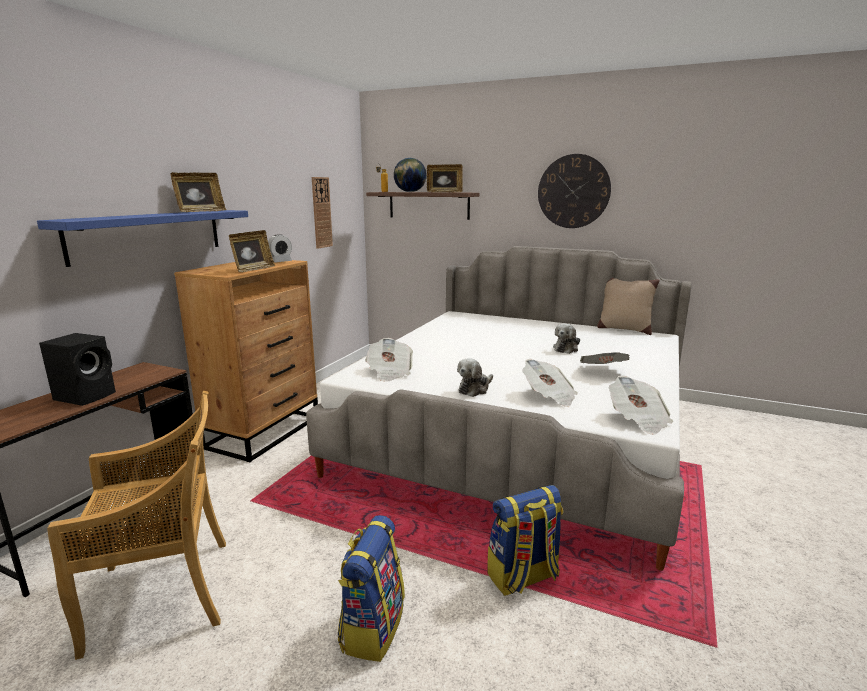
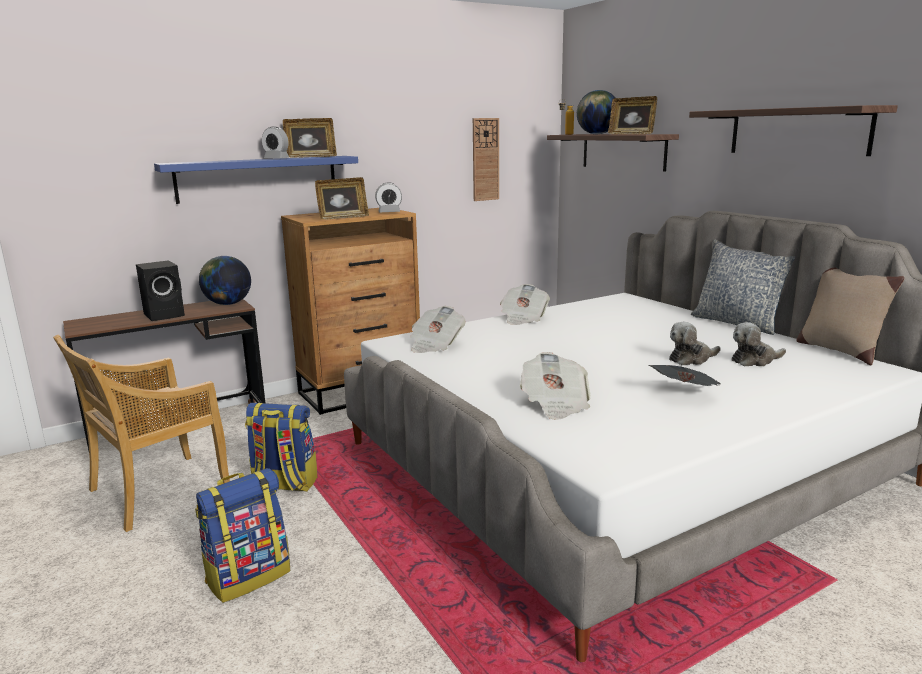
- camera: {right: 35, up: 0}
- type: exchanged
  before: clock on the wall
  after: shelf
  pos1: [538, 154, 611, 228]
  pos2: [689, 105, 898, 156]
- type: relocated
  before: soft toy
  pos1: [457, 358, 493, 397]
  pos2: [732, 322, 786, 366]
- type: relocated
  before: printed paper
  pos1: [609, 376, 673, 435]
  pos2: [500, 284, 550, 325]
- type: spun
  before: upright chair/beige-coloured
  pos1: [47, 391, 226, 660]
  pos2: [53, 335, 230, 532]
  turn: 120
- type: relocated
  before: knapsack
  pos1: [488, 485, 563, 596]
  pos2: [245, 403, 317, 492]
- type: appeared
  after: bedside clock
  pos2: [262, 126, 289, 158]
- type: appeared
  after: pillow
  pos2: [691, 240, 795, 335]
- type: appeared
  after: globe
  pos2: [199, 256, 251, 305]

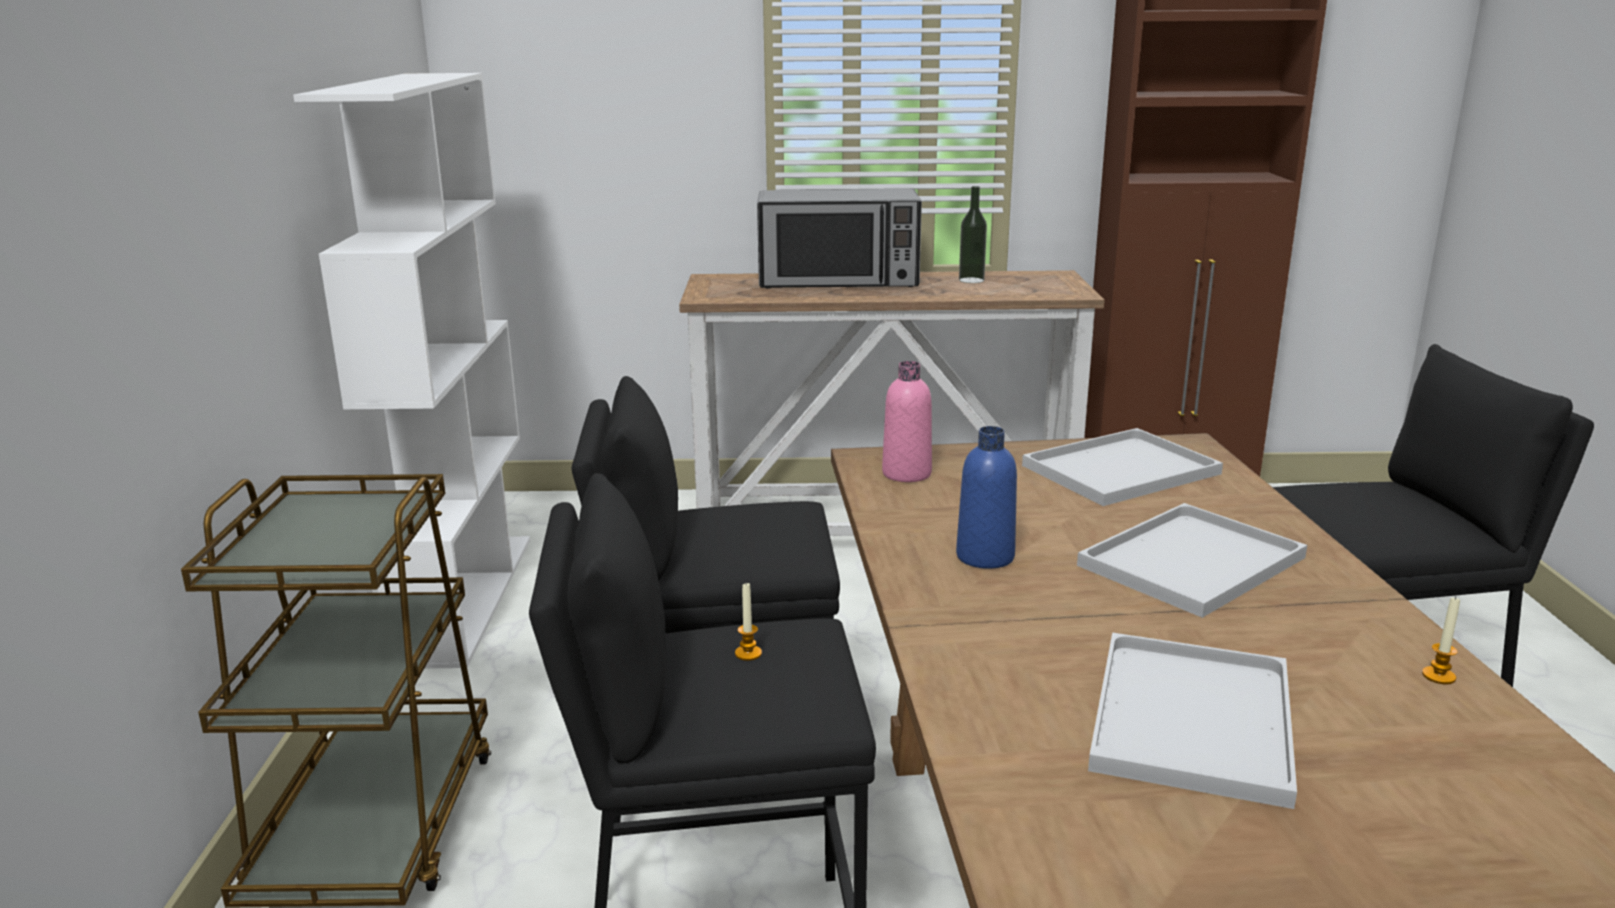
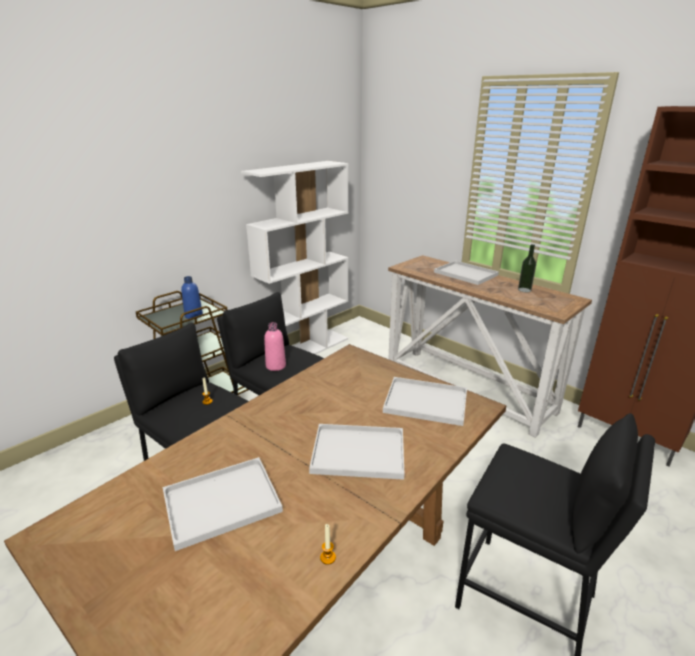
- camera: {right: 45, up: 5}
- type: exchanged
  before: kitchen microwave
  after: tray/whitish
  pos1: [757, 189, 922, 288]
  pos2: [434, 260, 499, 285]
- type: relocated
  before: bottle/pink
  pos1: [882, 361, 932, 482]
  pos2: [264, 322, 286, 371]
- type: relocated
  before: bottle/bluish
  pos1: [956, 426, 1017, 569]
  pos2: [181, 276, 203, 319]

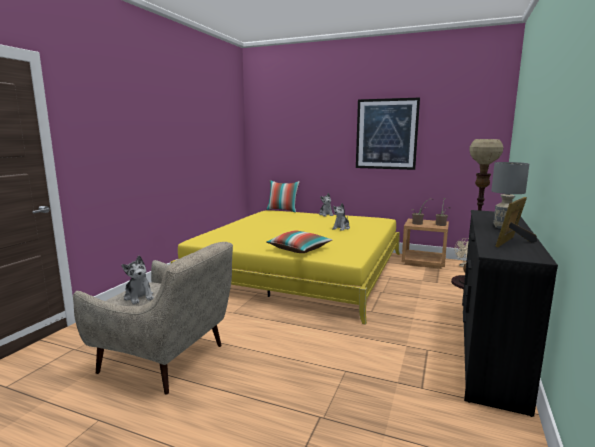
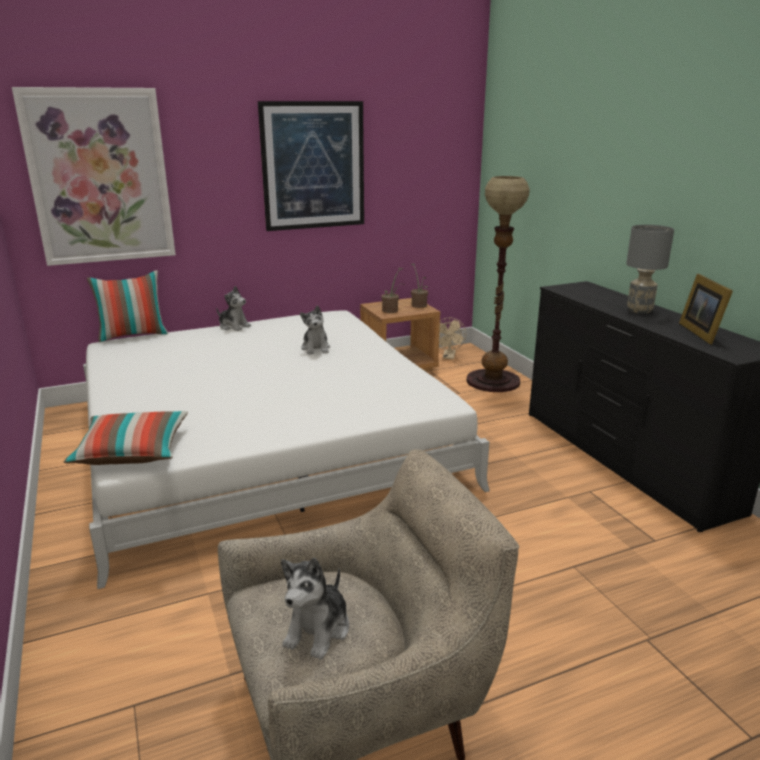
- camera: {right: -45, up: 10}
- type: colour
  before: sleeping bed/yellow
  after: sleeping bed/whitish
  pos1: [171, 210, 400, 325]
  pos2: [83, 310, 490, 589]
- type: relocated
  before: pillow
  pos1: [267, 230, 332, 253]
  pos2: [64, 411, 188, 465]
- type: spun
  before: soft toy
  pos1: [122, 256, 154, 304]
  pos2: [281, 558, 349, 660]
  turn: 105
- type: appeared
  after: picture
  pos2: [12, 87, 176, 266]

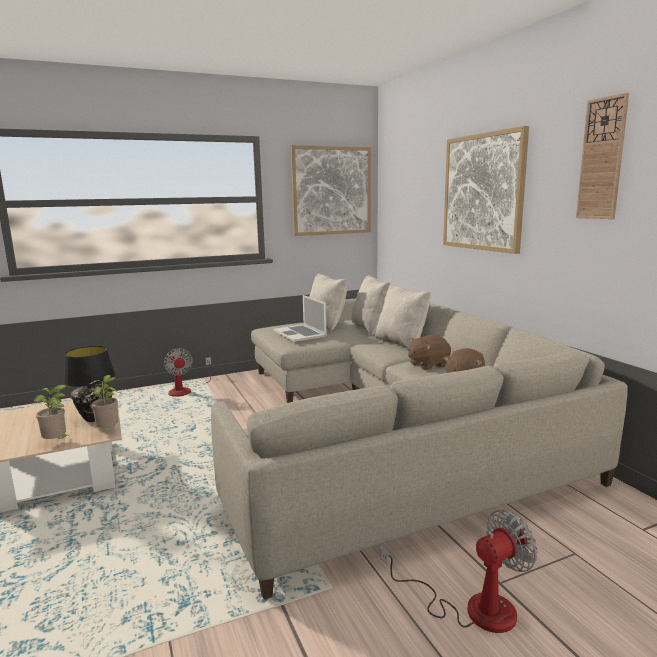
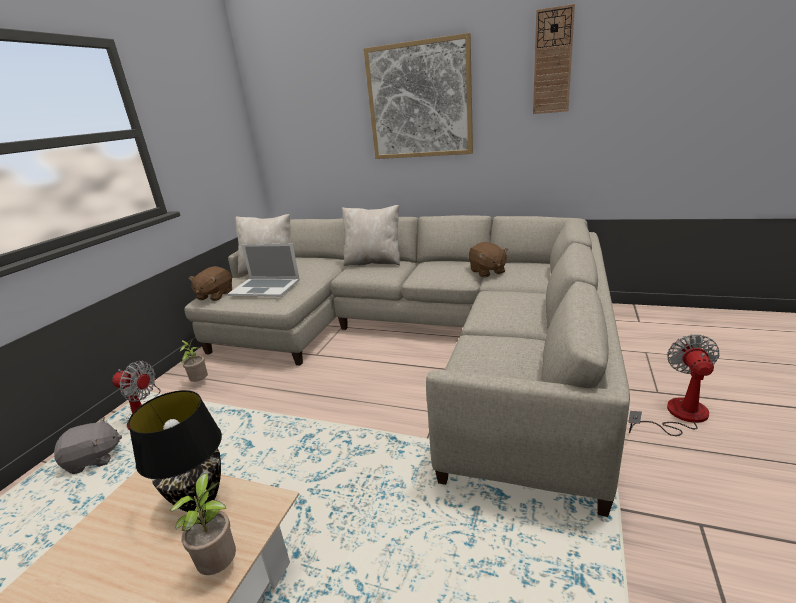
- camera: {right: -45, up: 10}
- type: missing
  before: picture
  pos1: [290, 145, 371, 236]
- type: missing
  before: pillow/beige-coloured
  pos1: [351, 275, 391, 335]
- type: relocated
  before: soft toy/brownish
  pos1: [408, 335, 451, 370]
  pos2: [188, 266, 232, 301]
- type: relocated
  before: plant in a pot
  pos1: [90, 375, 118, 428]
  pos2: [180, 339, 208, 382]
- type: appeared
  after: soft toy/grey
  pos2: [54, 417, 122, 474]

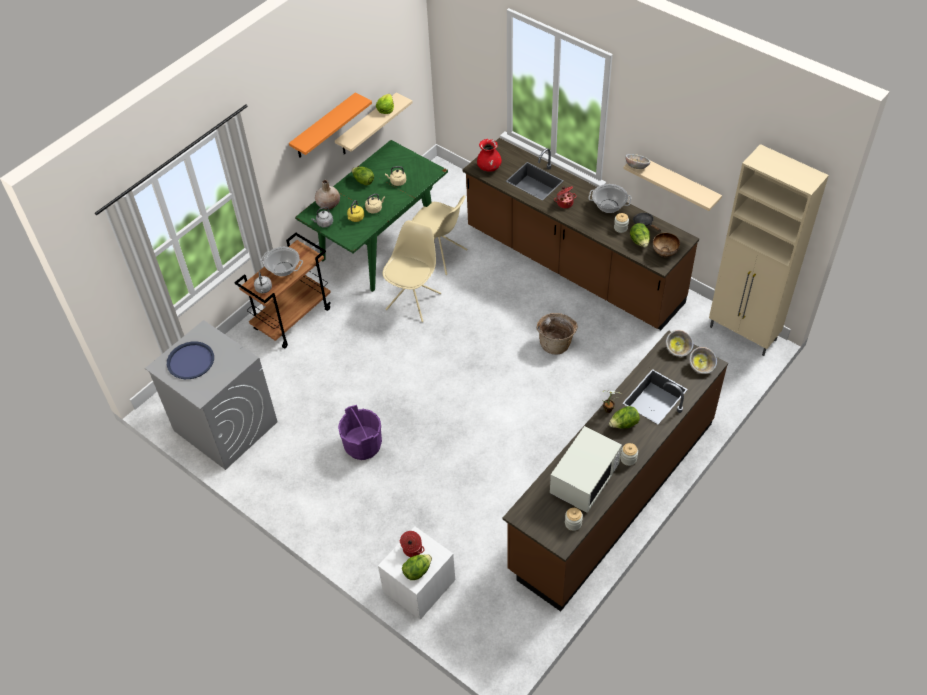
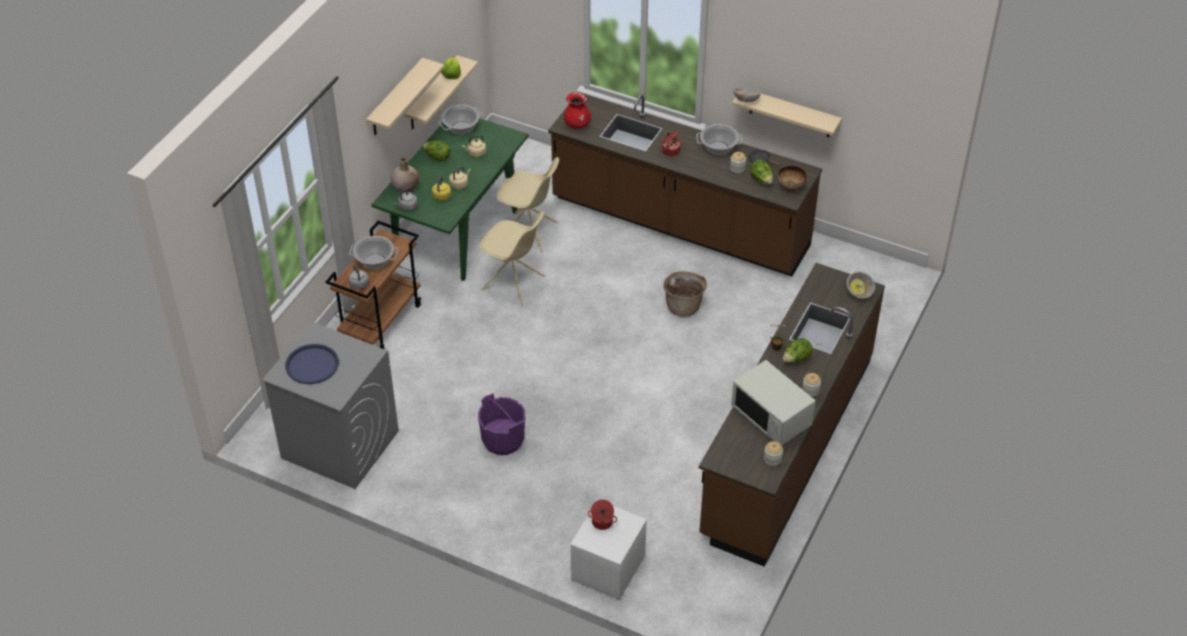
- camera: {right: -15, up: -5}
- type: colour
  before: shelf/orangey
  after: shelf/beige-coloured
  pos1: [289, 92, 372, 158]
  pos2: [366, 58, 444, 135]
- type: missing
  before: cabinet/beige-coloured
  pos1: [709, 144, 829, 356]
- type: spun
  before: upright chair/beige-coloured
  pos1: [383, 220, 441, 322]
  pos2: [479, 211, 545, 306]
  turn: 105
- type: missing
  before: bowl
  pos1: [666, 330, 693, 357]
- type: spun
  before: kitchen microwave/whitish
  pos1: [550, 426, 622, 513]
  pos2: [731, 360, 816, 445]
  turn: 120
- type: missing
  before: head of lettuce
  pos1: [402, 554, 432, 580]
- type: appeared
  after: stockpot
  pos2: [438, 105, 483, 135]

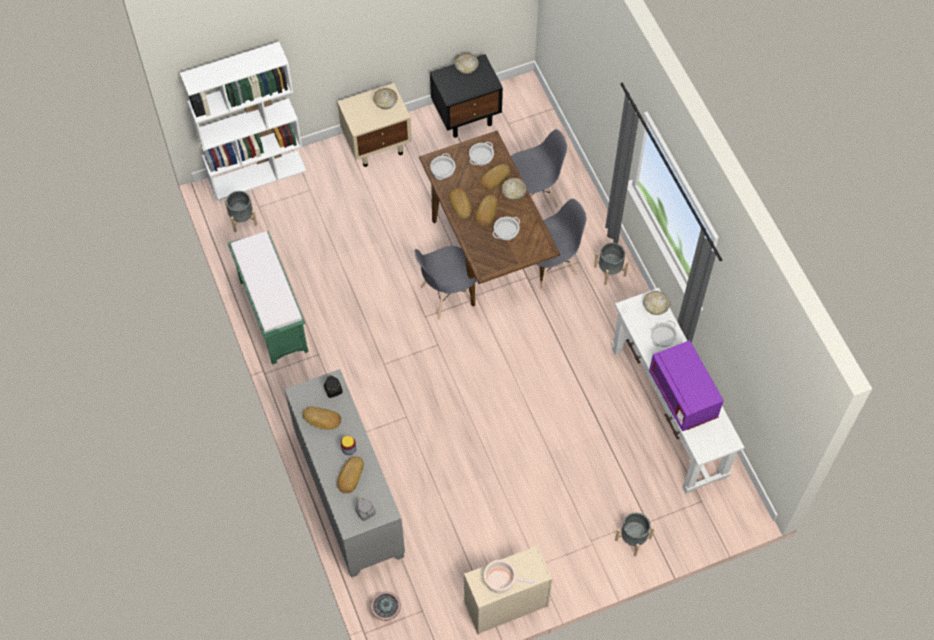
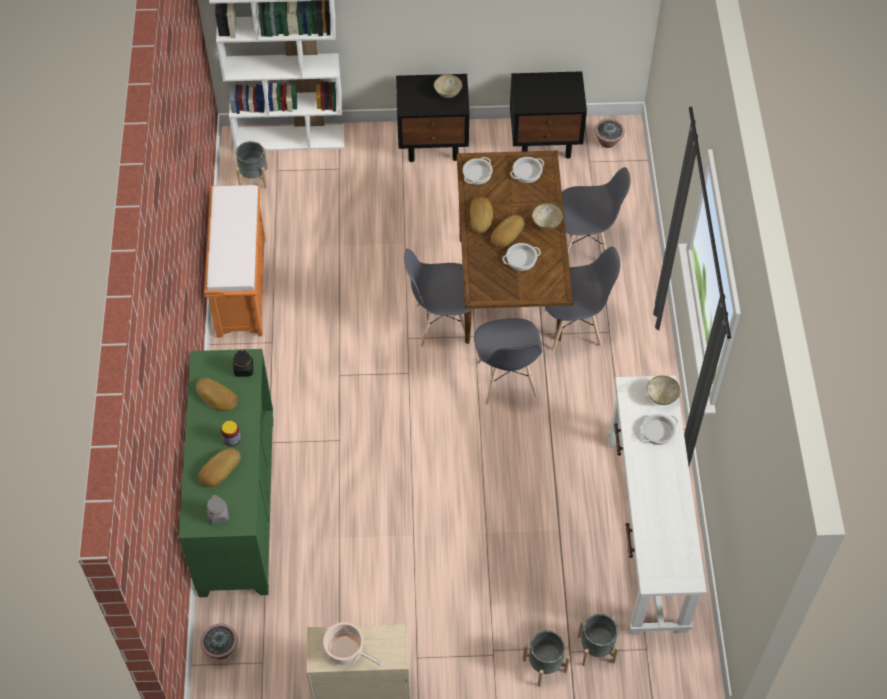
- camera: {right: 20, up: -5}
- type: missing
  before: bowl
  pos1: [454, 53, 479, 74]
- type: colour
  before: night table/beige-coloured
  after: night table/black-coloured
  pos1: [337, 83, 412, 167]
  pos2: [396, 74, 470, 162]
- type: missing
  before: baked bread
  pos1: [480, 164, 511, 190]
- type: colour
  before: bench/green-coloured
  after: bench/orangey
  pos1: [228, 231, 309, 365]
  pos2: [204, 185, 265, 337]
- type: relocated
  before: plant pot/grey
  pos1: [594, 243, 629, 285]
  pos2: [578, 614, 619, 666]
- type: missing
  before: kitchen microwave/purple
  pos1: [649, 340, 724, 431]
- type: colour
  before: cabinet/grey
  after: cabinet/green-coloured
  pos1: [284, 369, 405, 578]
  pos2: [179, 349, 273, 597]
- type: appeared
  after: plant in a pot
  pos2: [595, 119, 625, 148]
- type: appeared
  after: upright chair/grey
  pos2: [474, 318, 542, 404]

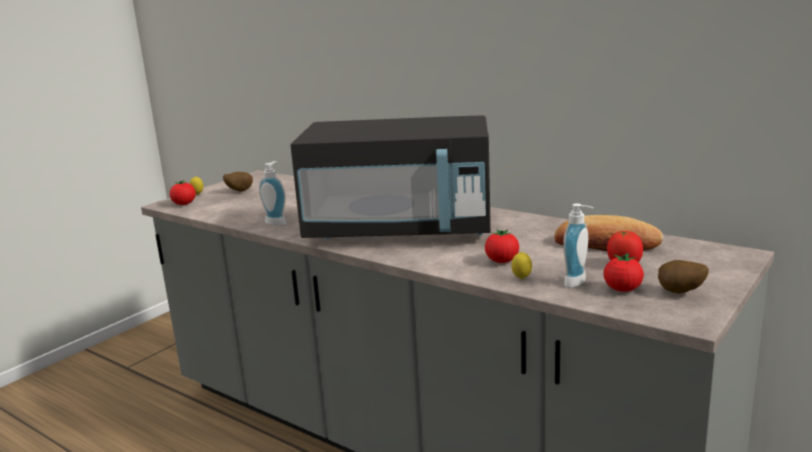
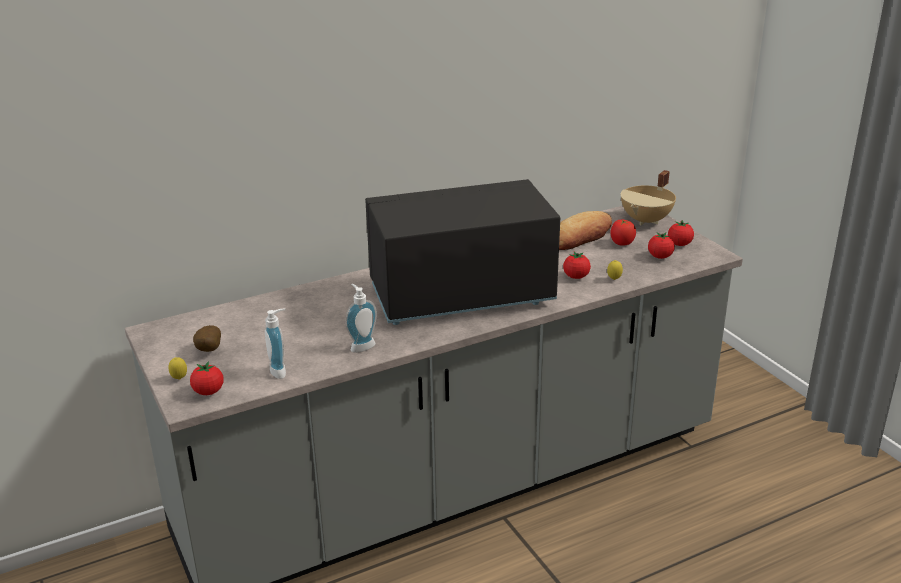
- camera: {right: -65, up: 10}
- type: spun
  before: kitchen microwave/black-coloured
  pos1: [290, 115, 491, 239]
  pos2: [365, 179, 560, 325]
  turn: -135
- type: relocated
  before: soap dispenser
  pos1: [563, 204, 594, 288]
  pos2: [265, 308, 286, 379]
- type: exchanged
  before: potato
  after: fresh tomato
  pos1: [658, 260, 709, 294]
  pos2: [668, 220, 694, 246]
- type: appeared
  after: stockpot/beige-coloured
  pos2: [621, 170, 676, 225]

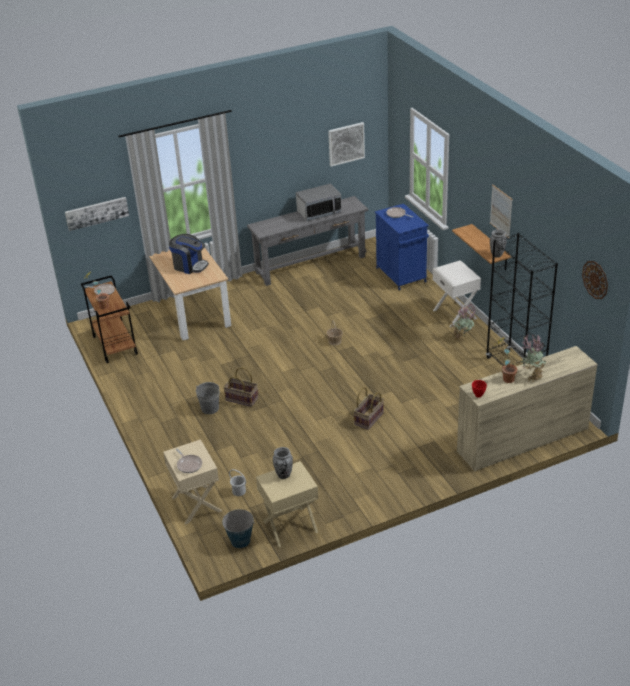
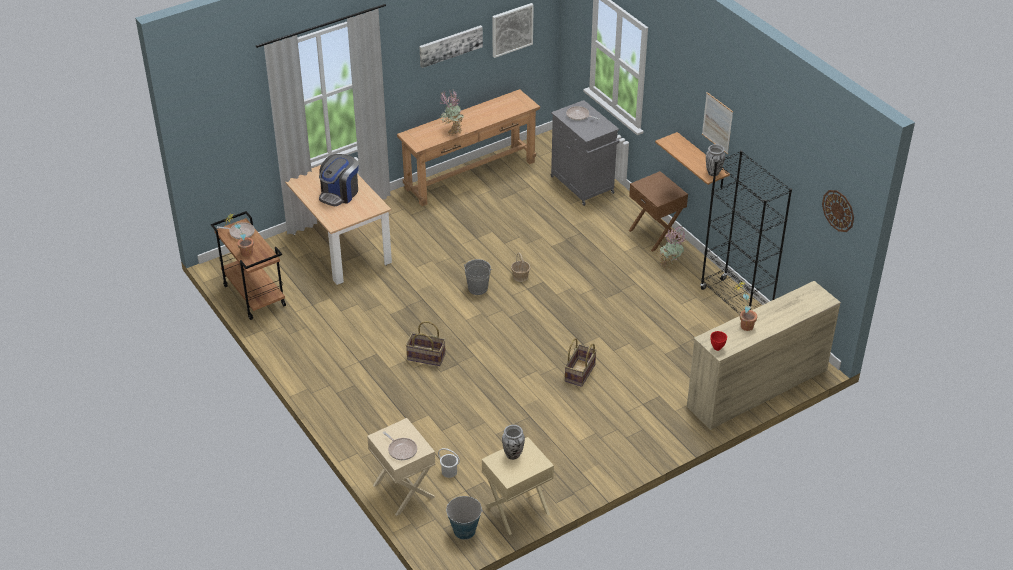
- camera: {right: -10, up: 5}
- type: missing
  before: kitchen microwave
  pos1: [296, 183, 342, 221]
- type: colour
  before: console table/grey
  after: console table/brownish
  pos1: [247, 196, 368, 286]
  pos2: [397, 89, 540, 206]
- type: relocated
  before: picture
  pos1: [65, 197, 129, 231]
  pos2: [420, 25, 483, 68]
- type: colour
  before: cabinet/bluish
  after: cabinet/grey
  pos1: [375, 204, 429, 290]
  pos2: [550, 100, 619, 206]
- type: spun
  before: coffee maker
  pos1: [169, 234, 209, 274]
  pos2: [319, 154, 358, 206]
  turn: 105
- type: colour
  before: night table/whitish
  after: night table/brownish
  pos1: [433, 260, 481, 327]
  pos2: [629, 171, 688, 252]
- type: relocated
  before: plant in a pot
  pos1: [520, 333, 546, 382]
  pos2: [439, 89, 464, 136]
- type: relocated
  before: water bucket/grey
  pos1: [196, 382, 220, 414]
  pos2: [464, 259, 492, 295]

